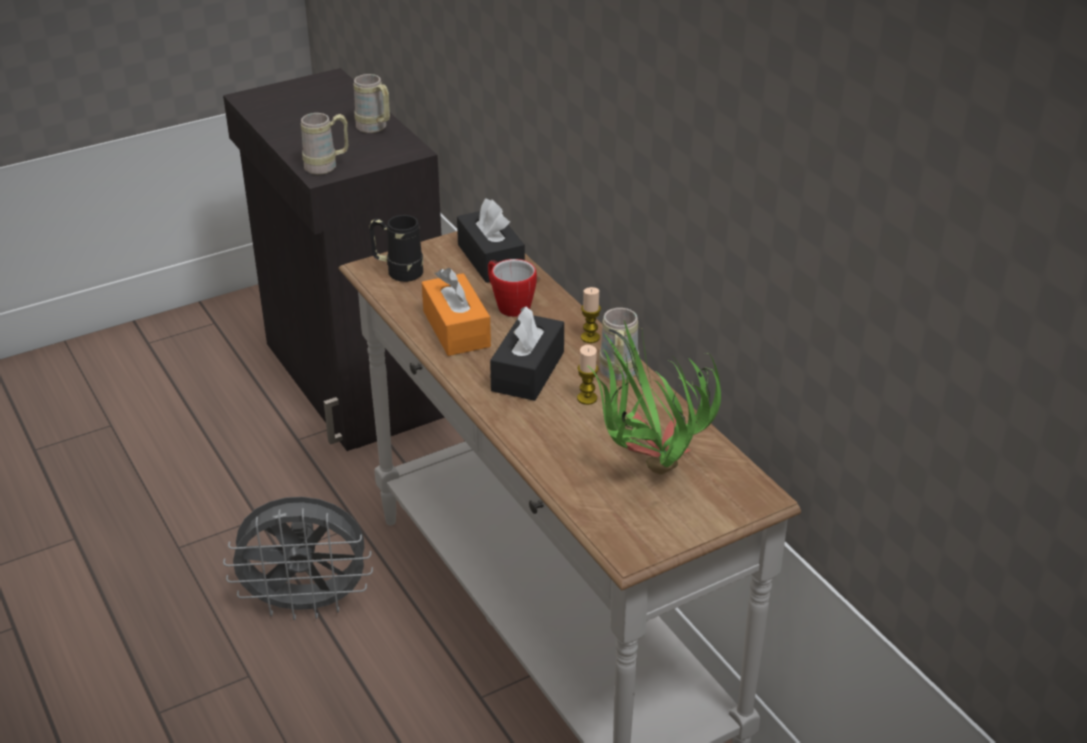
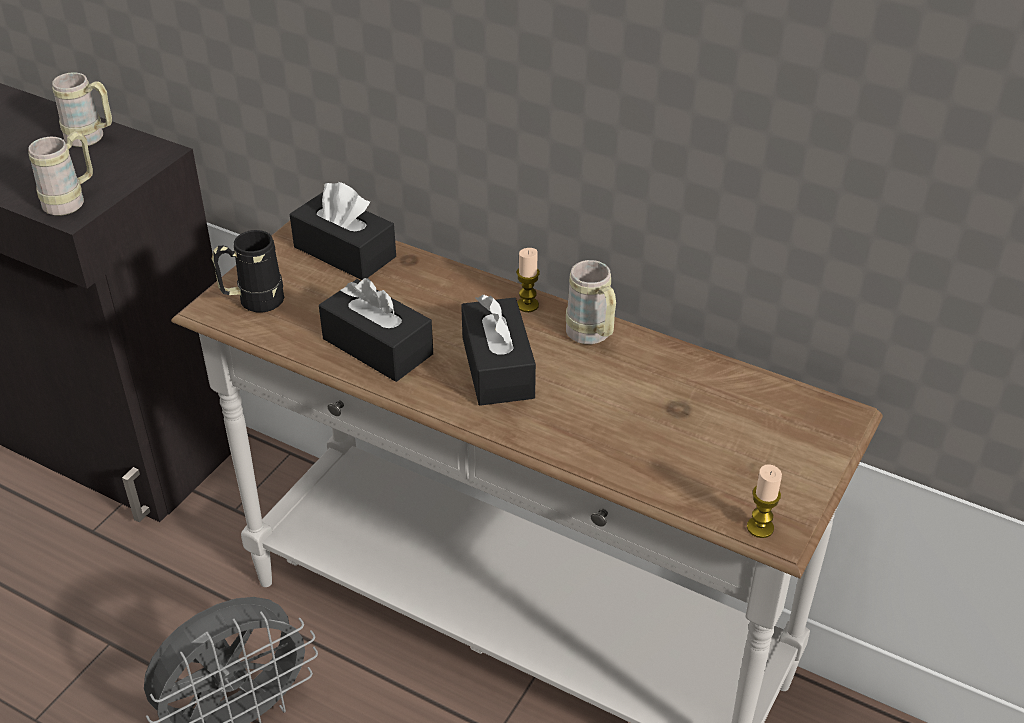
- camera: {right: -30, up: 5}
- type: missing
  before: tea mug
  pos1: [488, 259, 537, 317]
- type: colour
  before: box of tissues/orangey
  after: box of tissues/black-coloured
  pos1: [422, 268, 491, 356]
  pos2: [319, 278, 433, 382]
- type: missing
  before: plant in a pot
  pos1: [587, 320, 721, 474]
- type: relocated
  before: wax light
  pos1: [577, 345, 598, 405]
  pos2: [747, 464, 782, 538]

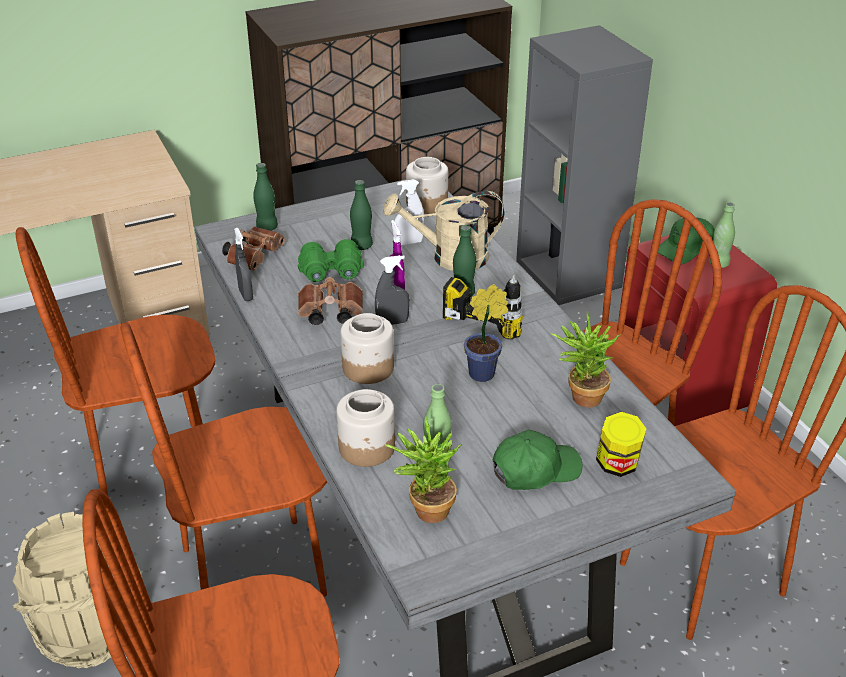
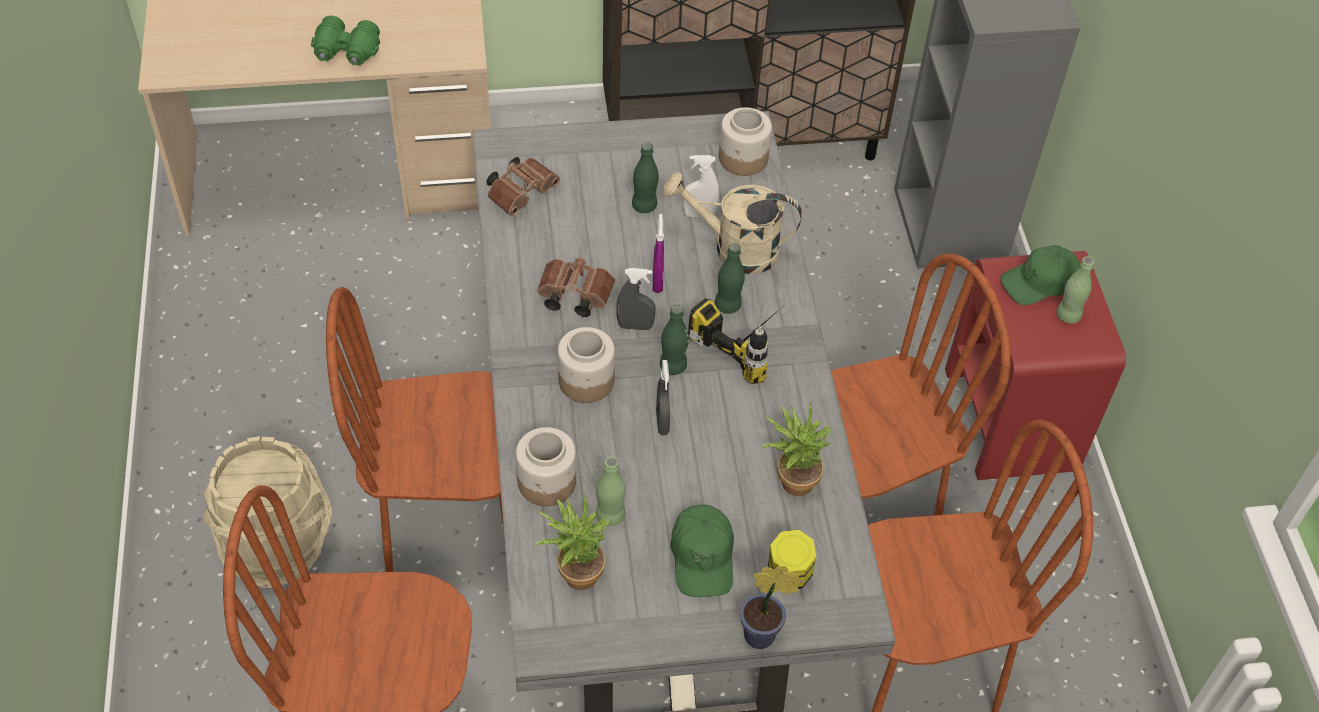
- camera: {right: 15, up: 15}
- type: relocated
  before: bottle/green-coloured
  pos1: [253, 163, 278, 231]
  pos2: [660, 305, 689, 375]
- type: missing
  before: upright chair/brownish
  pos1: [15, 227, 215, 497]
- type: relocated
  before: spray bottle/grey
  pos1: [234, 228, 253, 301]
  pos2: [656, 360, 670, 435]
- type: relocated
  before: field glasses/green-coloured
  pos1: [298, 239, 364, 282]
  pos2: [311, 16, 380, 65]
- type: relocated
  before: plant in a pot
  pos1: [464, 284, 508, 382]
  pos2: [740, 566, 801, 649]
- type: spun
  before: cap/green-coloured
  pos1: [493, 430, 583, 490]
  pos2: [670, 504, 734, 597]
  turn: 90

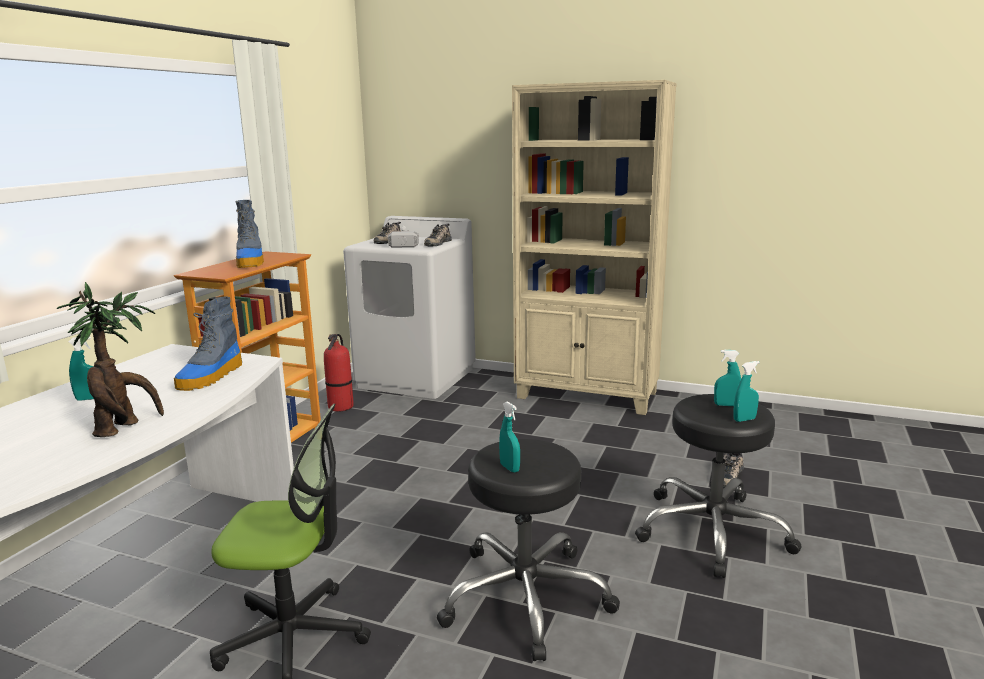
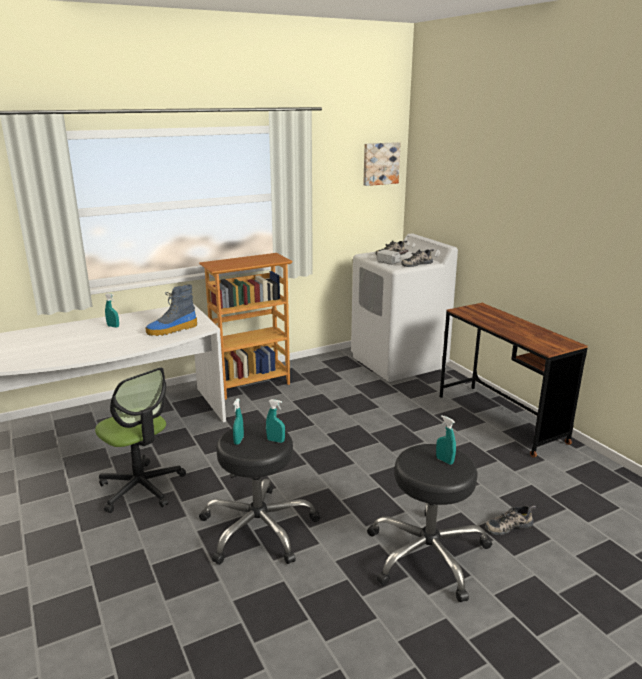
- camera: {right: 40, up: 5}
- type: exchanged
  before: shelving unit/beige-coloured
  after: desk unit/brownish
  pos1: [512, 80, 677, 415]
  pos2: [440, 303, 588, 458]
- type: missing
  before: tall boot
  pos1: [235, 200, 264, 268]
- type: missing
  before: plant in a pot
  pos1: [57, 282, 164, 437]
- type: missing
  before: fire-fighting cylinder
  pos1: [324, 334, 354, 411]
- type: relocated
  before: spray bottle/blue-green
  pos1: [733, 361, 760, 422]
  pos2: [266, 399, 285, 443]
- type: appeared
  after: picture
  pos2: [363, 142, 401, 186]

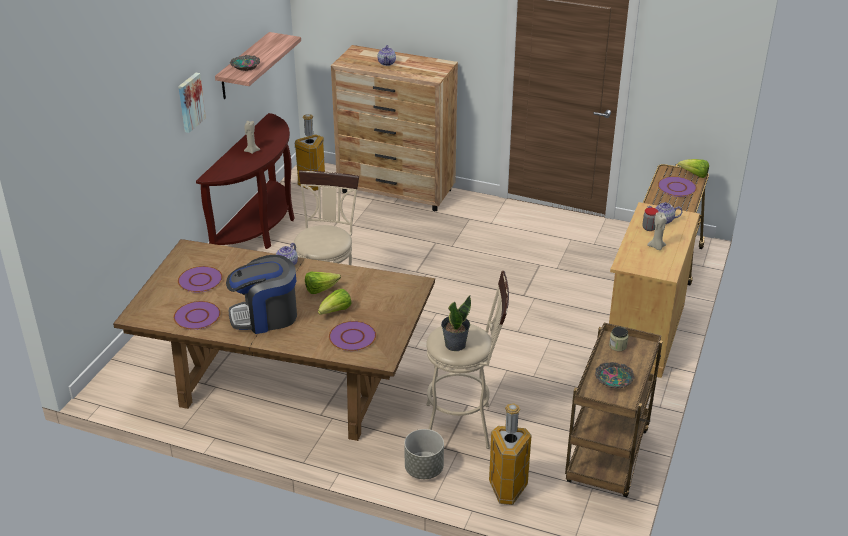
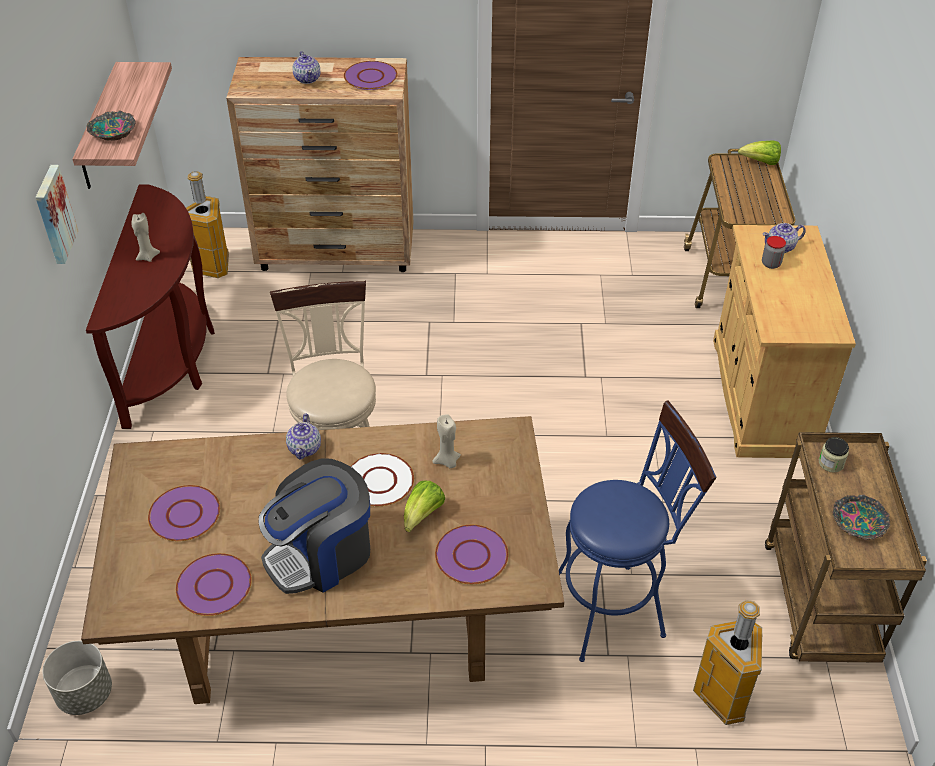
- camera: {right: -20, up: 10}
- type: relocated
  before: dinner plate/purple
  pos1: [658, 176, 697, 197]
  pos2: [344, 61, 397, 90]
- type: relocated
  before: wax light/beige-coloured
  pos1: [647, 212, 667, 250]
  pos2: [432, 414, 461, 468]
- type: colour
  before: stool seat/beige-coloured
  after: stool seat/bluish
  pos1: [426, 271, 509, 449]
  pos2: [559, 400, 716, 662]
- type: exchanged
  before: head of lettuce
  after: dinner plate/whitish
  pos1: [305, 272, 341, 294]
  pos2: [350, 453, 414, 506]
- type: missing
  before: plant in a pot
  pos1: [441, 295, 471, 351]
- type: relocated
  before: plant pot/grey
  pos1: [404, 429, 444, 479]
  pos2: [42, 641, 112, 715]

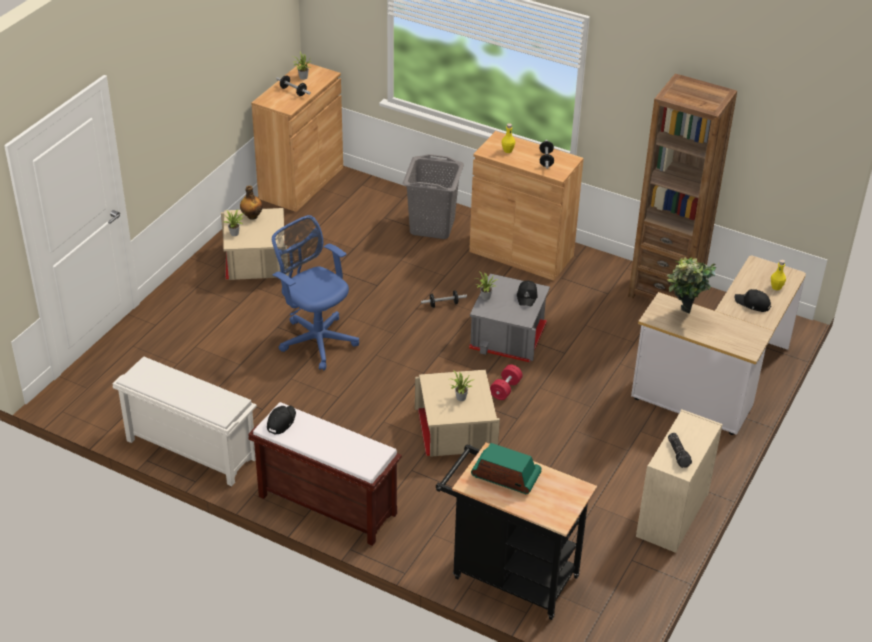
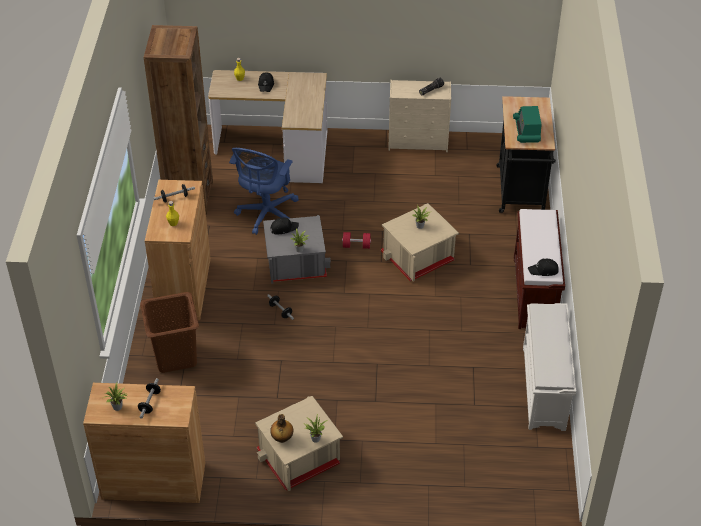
- camera: {right: -115, up: 5}
- type: colour
  before: hamper/grey
  after: hamper/brownish
  pos1: [403, 154, 464, 239]
  pos2: [140, 292, 199, 373]
- type: relocated
  before: desk chair/bluish
  pos1: [272, 215, 359, 370]
  pos2: [229, 148, 299, 235]
- type: missing
  before: plant in a pot
  pos1: [667, 257, 716, 314]

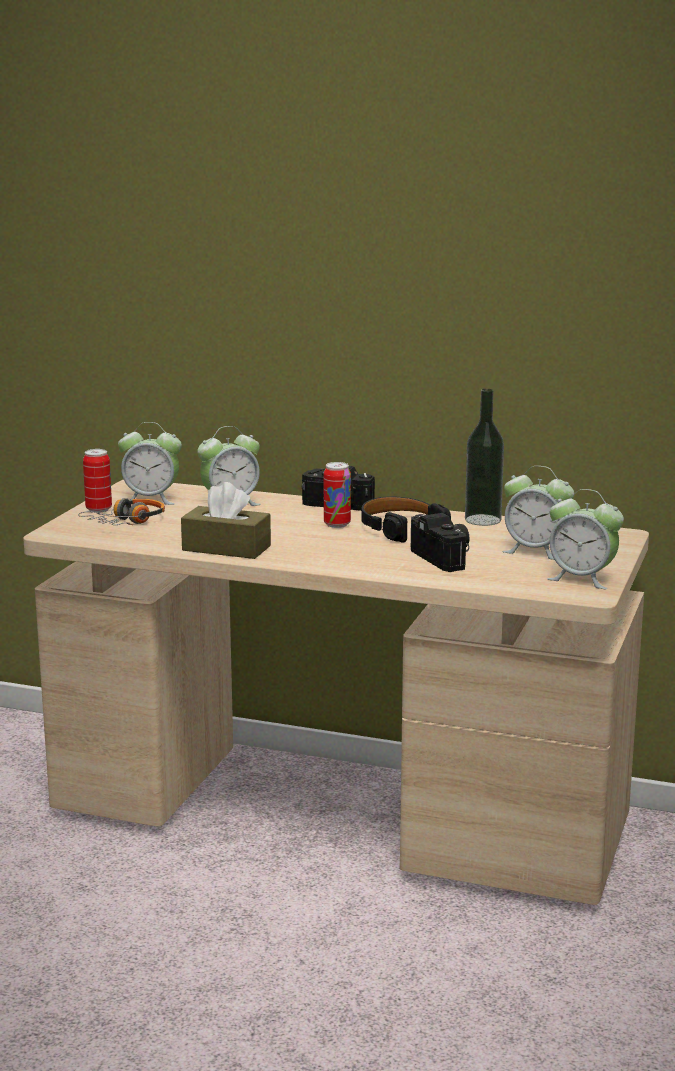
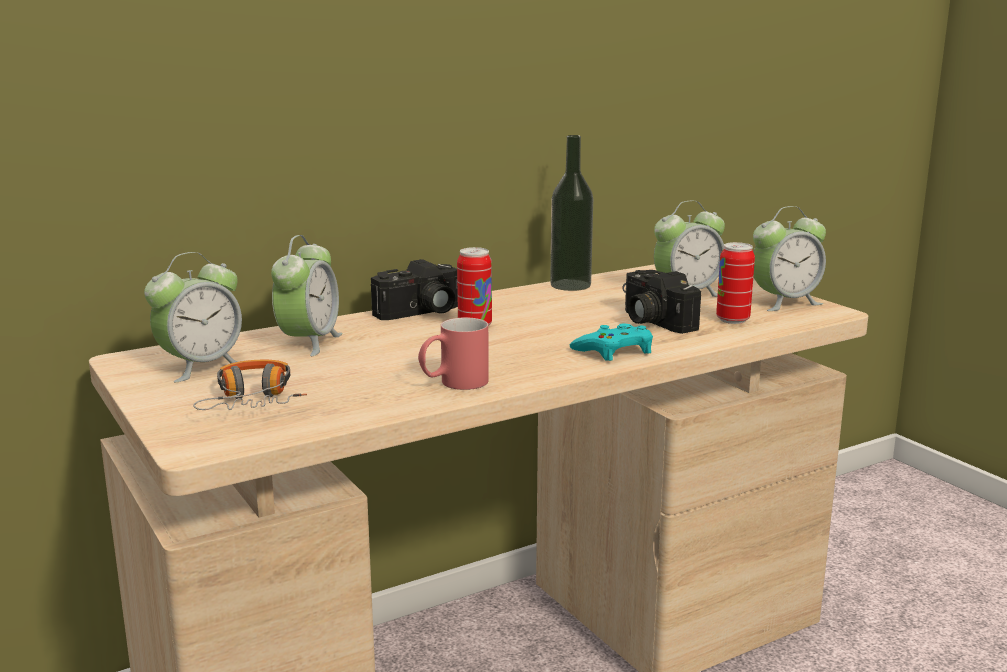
- camera: {right: -50, up: 0}
- type: relocated
  before: sealed can
  pos1: [83, 449, 112, 513]
  pos2: [716, 242, 755, 324]
- type: exchanged
  before: box of tissues/brownish
  after: tea mug/red
  pos1: [181, 482, 271, 559]
  pos2: [418, 318, 489, 390]
- type: missing
  before: pair of headphones/black-coloured
  pos1: [362, 497, 451, 543]
- type: spun
  before: still camera
  pos1: [411, 513, 469, 572]
  pos2: [622, 270, 701, 334]
  turn: -135
- type: appeared
  after: joypad/blue-green
  pos2: [570, 324, 653, 361]

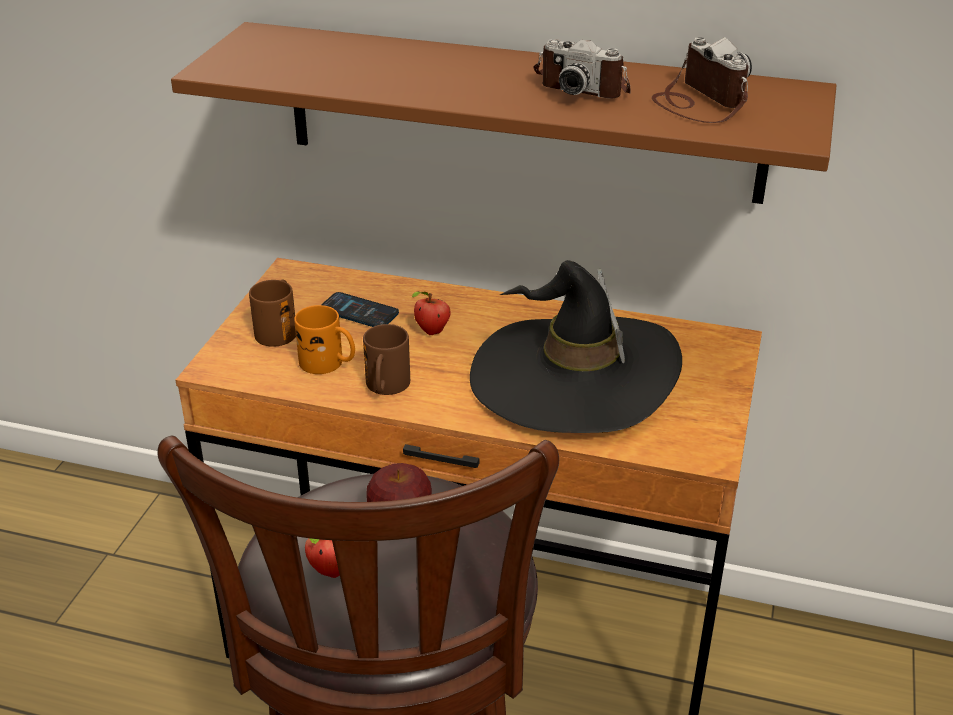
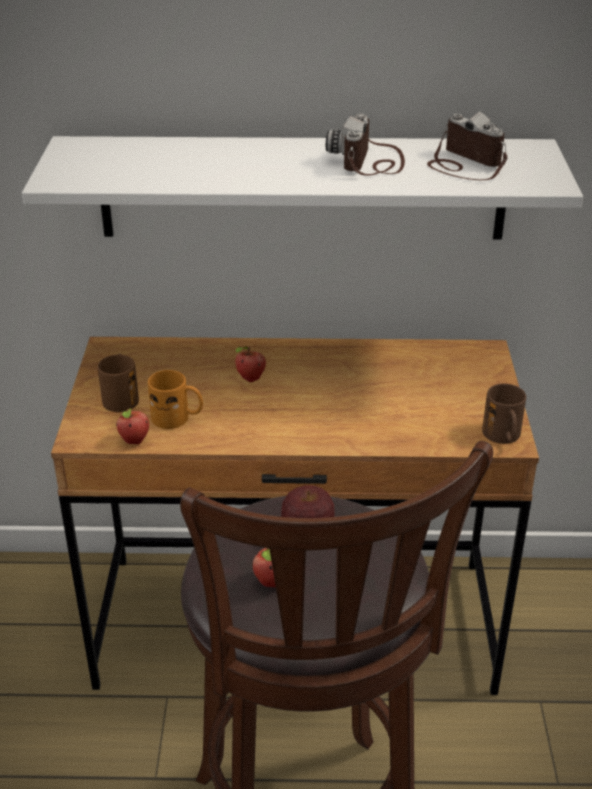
- camera: {right: -15, up: 0}
- type: colour
  before: shelf/brownish
  after: shelf/whitish
  pos1: [171, 22, 837, 204]
  pos2: [22, 136, 583, 240]
- type: spun
  before: still camera
  pos1: [533, 39, 631, 99]
  pos2: [326, 113, 405, 176]
  turn: 90
- type: missing
  before: clothing hat/black-coloured
  pos1: [470, 260, 682, 433]
- type: missing
  before: handset
  pos1: [321, 292, 399, 327]
- type: relocated
  before: tea mug/brownish
  pos1: [363, 324, 410, 395]
  pos2: [482, 384, 526, 444]
- type: appeared
  after: apple fruit
  pos2: [116, 408, 149, 444]

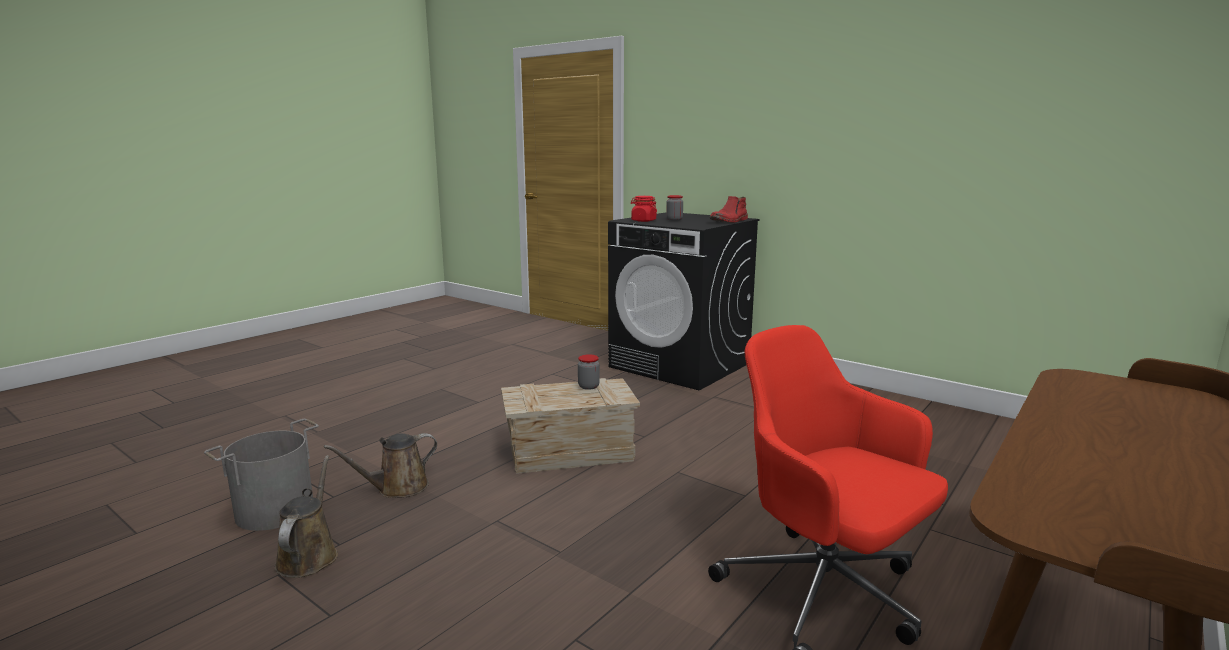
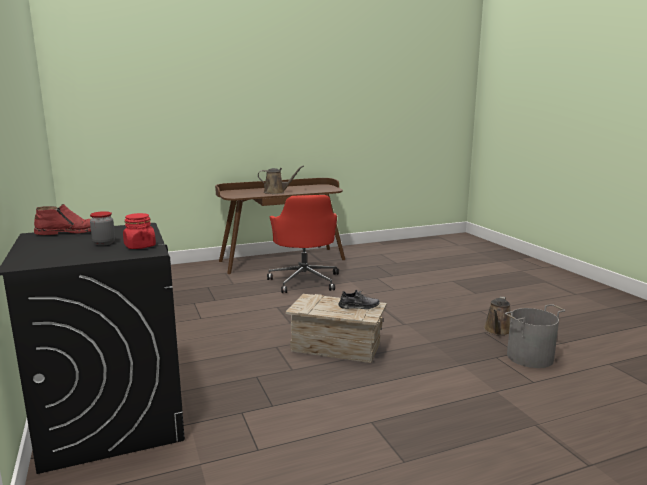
- camera: {right: -150, up: 0}
- type: missing
  before: preserve jar
  pos1: [578, 354, 600, 390]
- type: relocated
  before: watering pot/brownish
  pos1: [324, 433, 437, 498]
  pos2: [258, 165, 304, 194]
- type: appeared
  after: low shoe/grey
  pos2: [339, 290, 380, 309]

